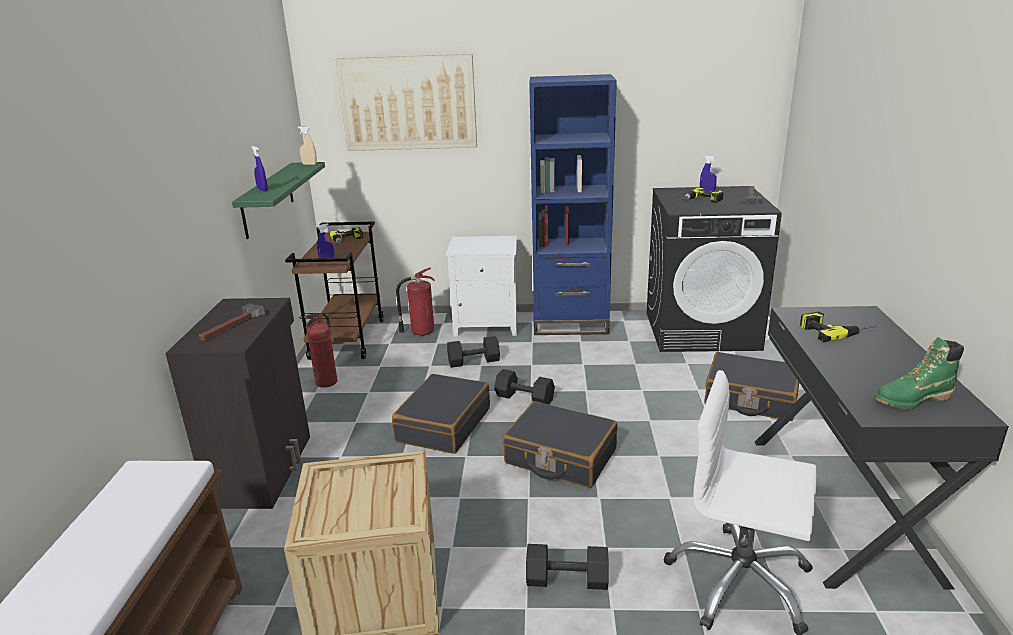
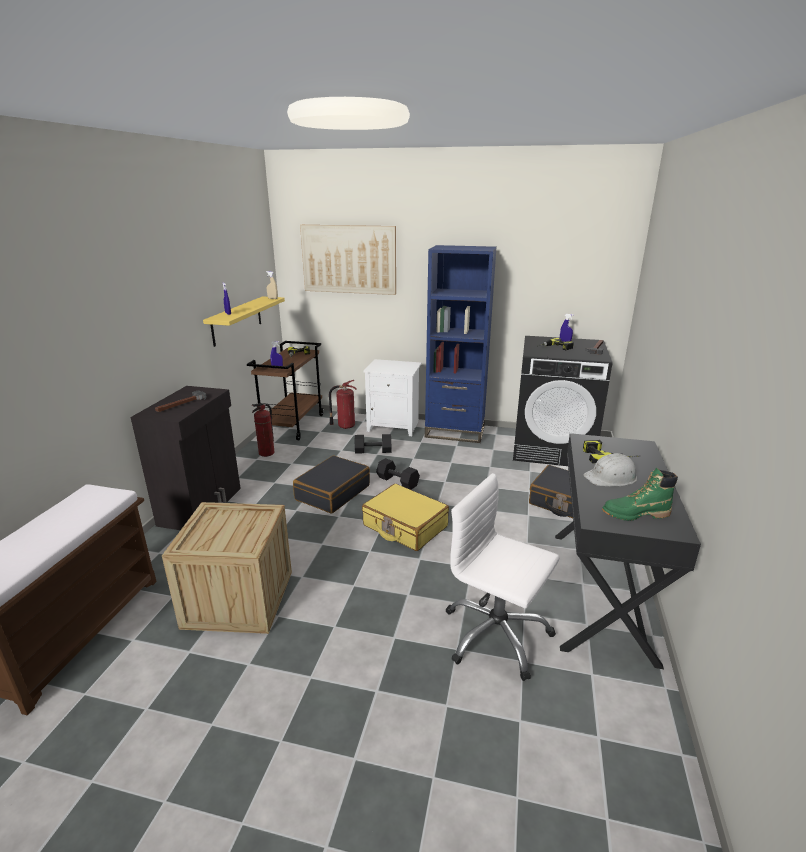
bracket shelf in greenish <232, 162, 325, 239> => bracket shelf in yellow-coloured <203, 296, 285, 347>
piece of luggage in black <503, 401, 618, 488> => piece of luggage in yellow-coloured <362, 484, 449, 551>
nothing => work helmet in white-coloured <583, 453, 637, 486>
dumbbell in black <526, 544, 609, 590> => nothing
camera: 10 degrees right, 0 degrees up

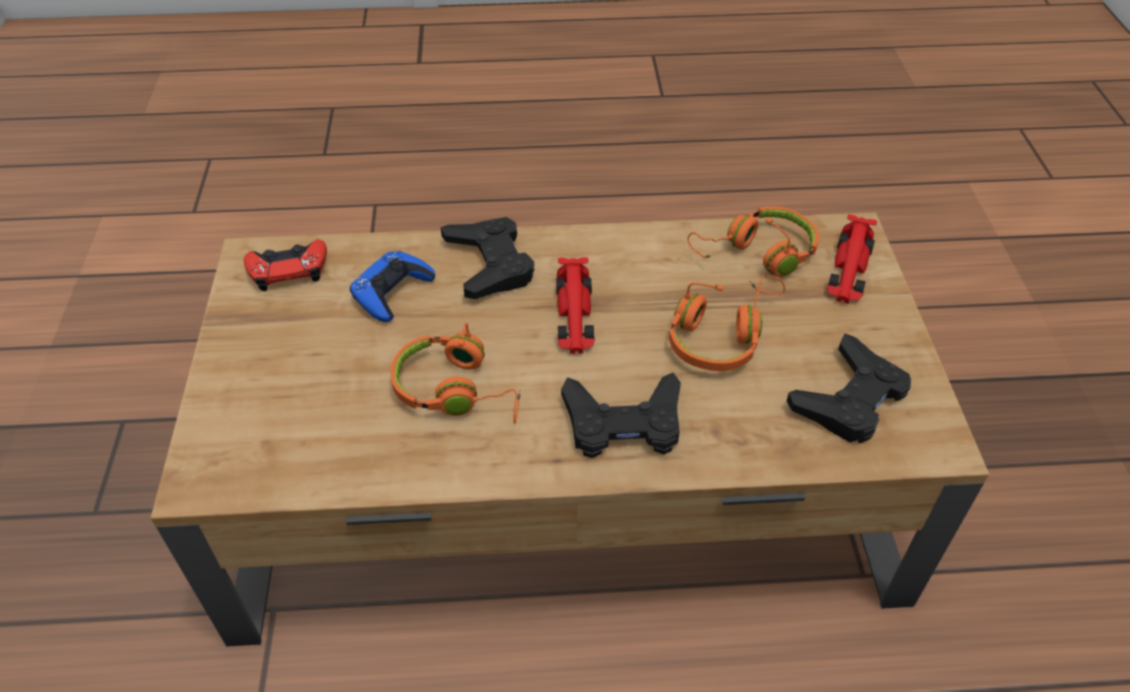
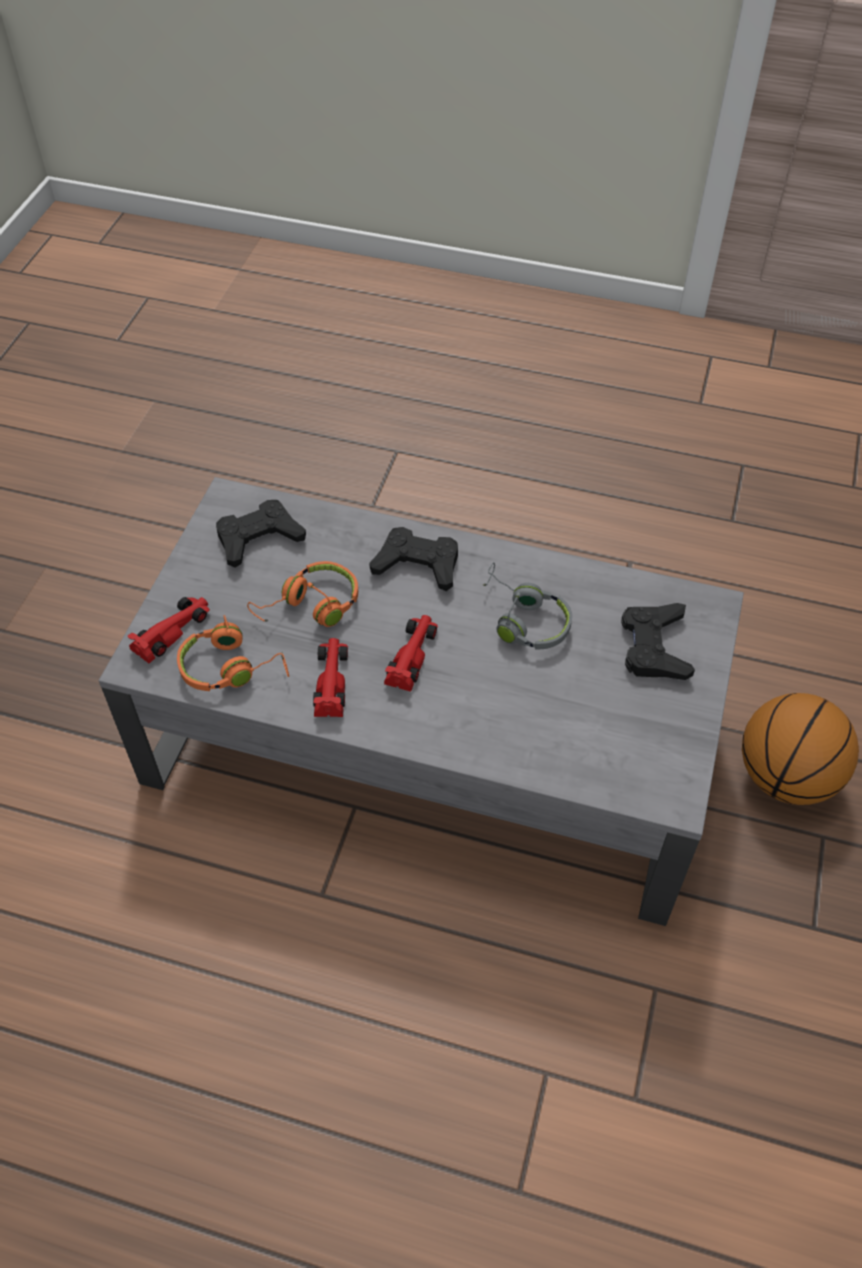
coffee table in brownish <151, 212, 989, 647> => coffee table in gray <99, 477, 744, 926>
nothing => model car in red <313, 638, 348, 717>
headset in orange-coloured <391, 322, 520, 423> => headset in gray <483, 562, 572, 649>
game controller in black <441, 217, 534, 299> => game controller in black <621, 603, 695, 680>, move
nothing => basketball ball <742, 693, 859, 805>
game controller in red <244, 239, 327, 291> => nothing
game controller in blue-coloured <350, 251, 435, 322> => nothing
camera: 160 degrees left, 5 degrees up

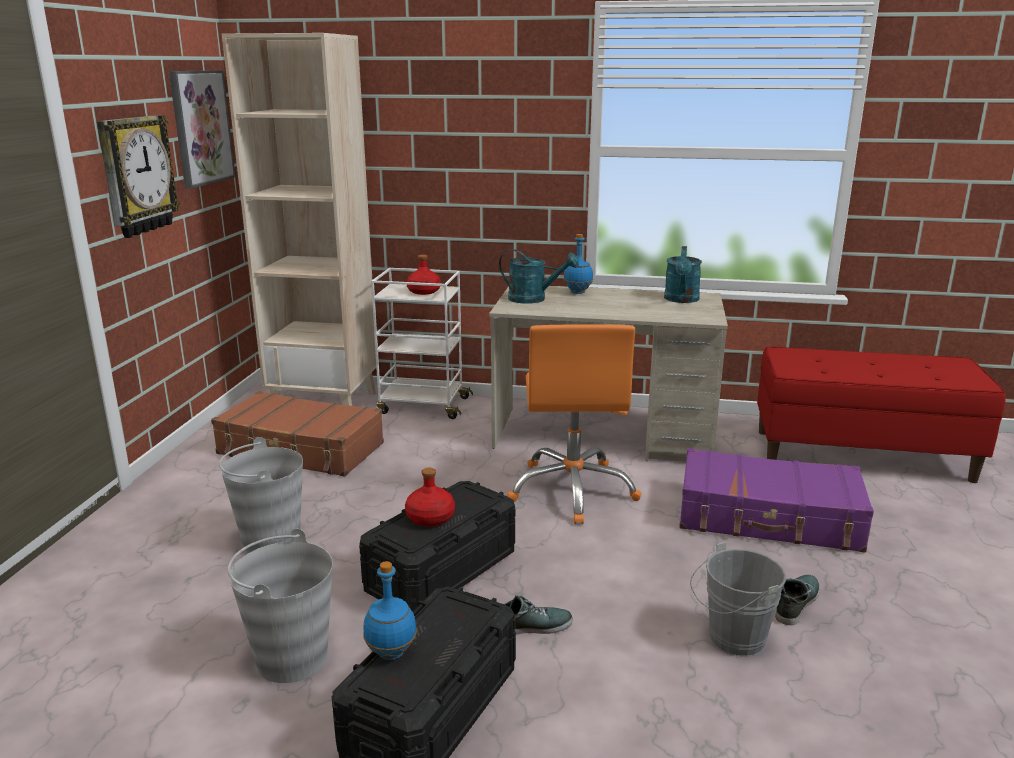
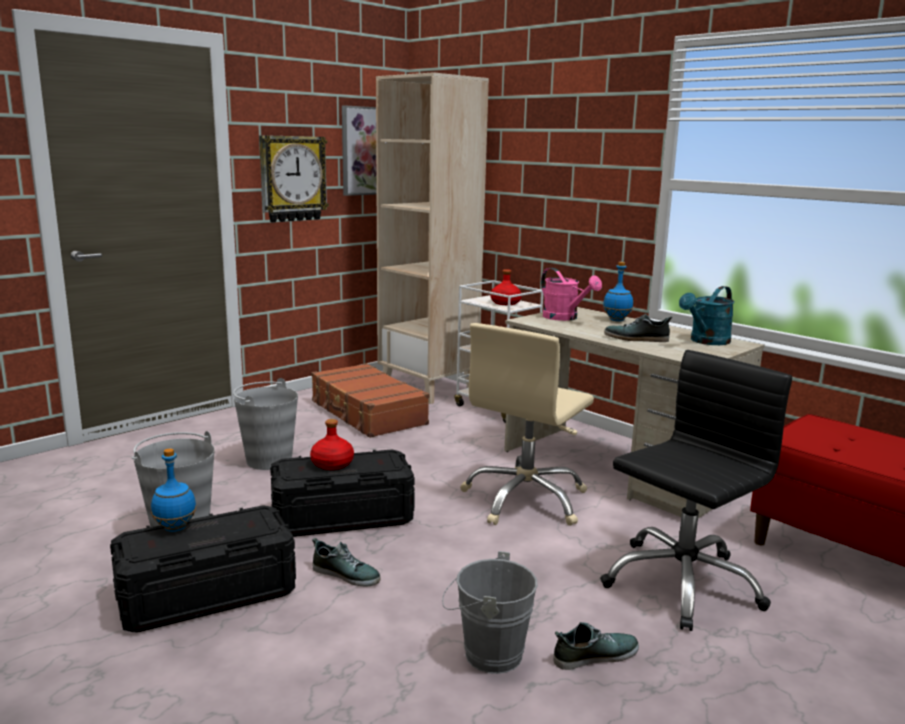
office chair in orange-coloured <507, 324, 641, 524> => office chair in sand-coloured <460, 323, 594, 526>
watering pot in turquoise <499, 249, 579, 304> => watering pot in pink <541, 268, 602, 321>
piece of luggage in purple <679, 448, 874, 553> => office chair in black <600, 350, 792, 631>
nothing => shoe <604, 314, 672, 342>
camera: 35 degrees right, 5 degrees down

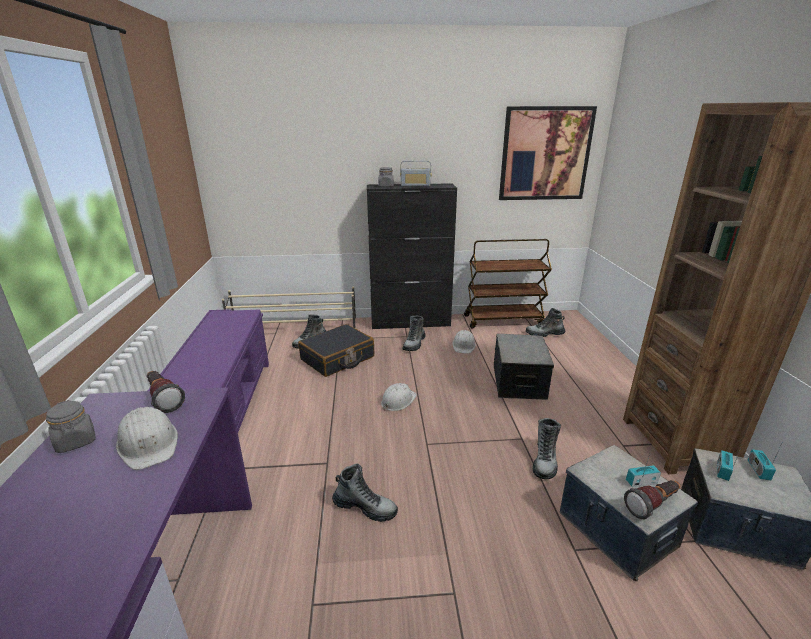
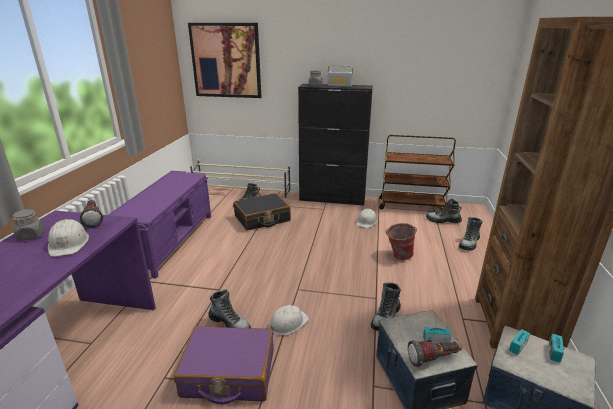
nothing => piece of luggage in purple <174, 326, 274, 404>
picture <499, 106, 597, 200> => picture <188, 23, 261, 98>, move
work helmet in white-coloured <381, 383, 417, 411> => work helmet in white-coloured <269, 305, 309, 335>, move
storage box <494, 334, 554, 400> => bucket <385, 223, 417, 260>
high-top boot <403, 315, 426, 351> => high-top boot <459, 217, 482, 251>, move
camera: 15 degrees right, 0 degrees up

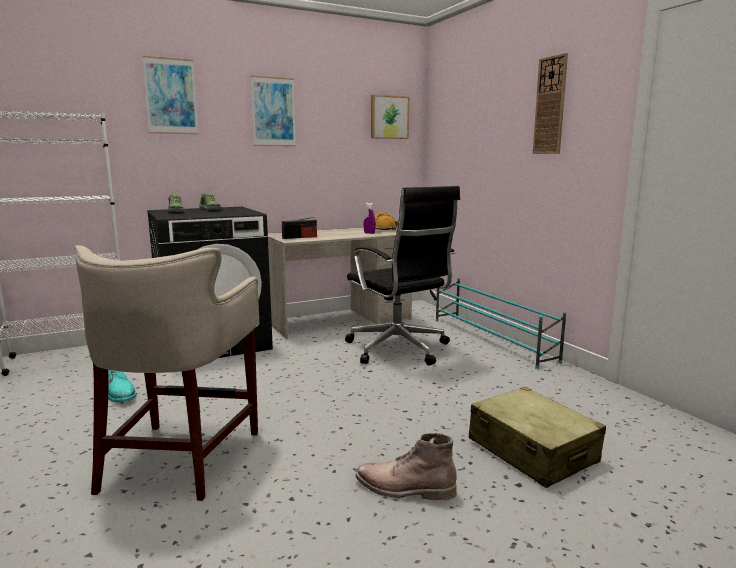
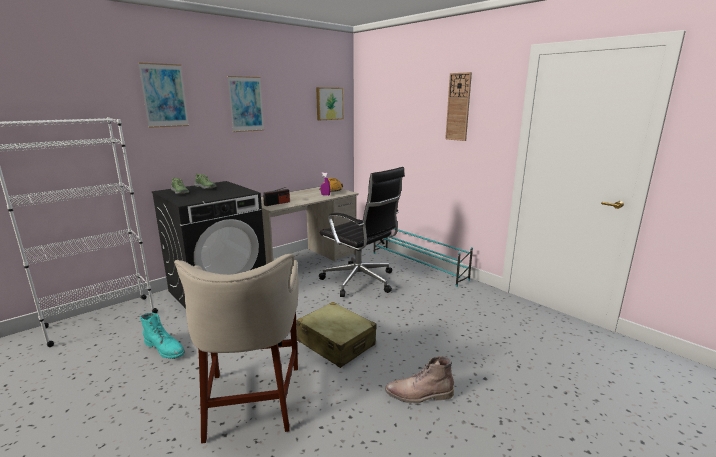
piece of luggage in sand-coloured <469, 386, 606, 488> => piece of luggage in sand-coloured <296, 302, 377, 368>, move
camera: 15 degrees left, 5 degrees up

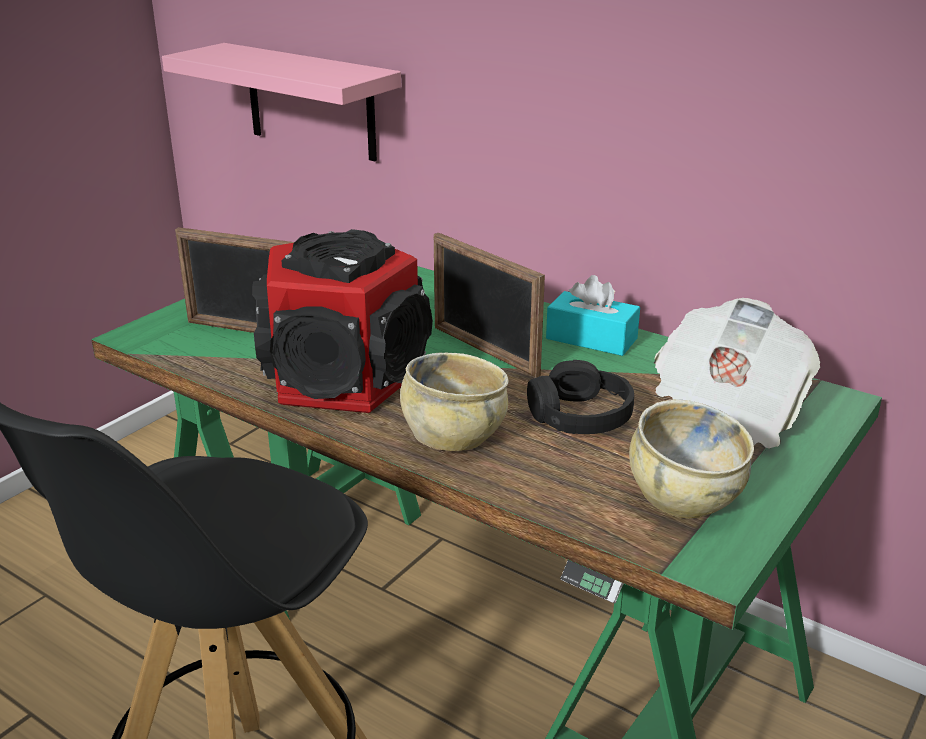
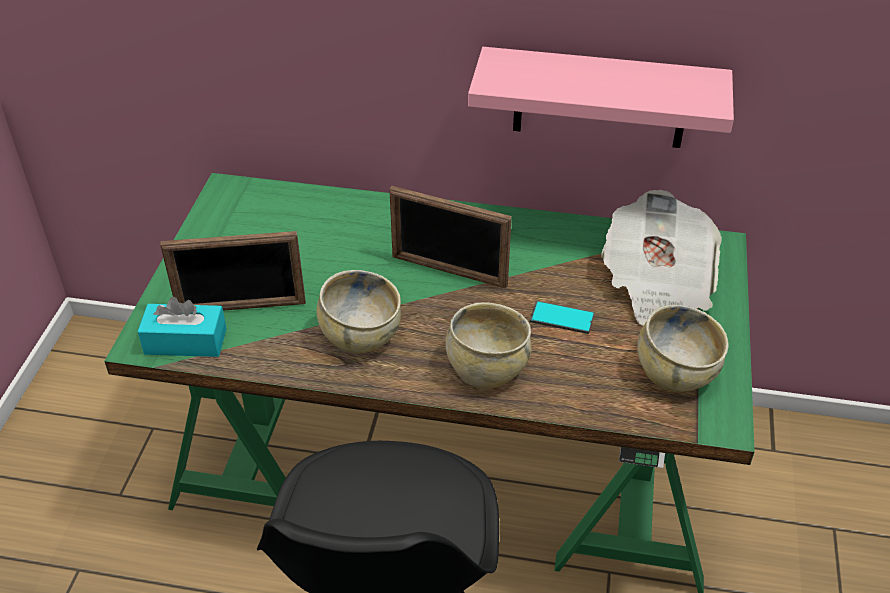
tissue box in turquoise <546, 275, 640, 356> => tissue box in turquoise <138, 297, 227, 357>, move
loudspeaker <252, 229, 433, 413> => deep dish in sand-coloured <317, 270, 401, 354>
bracket shelf in pink <162, 43, 401, 161> => bracket shelf in pink <468, 47, 734, 148>, move
headset in black <527, 360, 634, 434> => telephone <530, 301, 594, 334>
camera: 25 degrees left, 15 degrees up

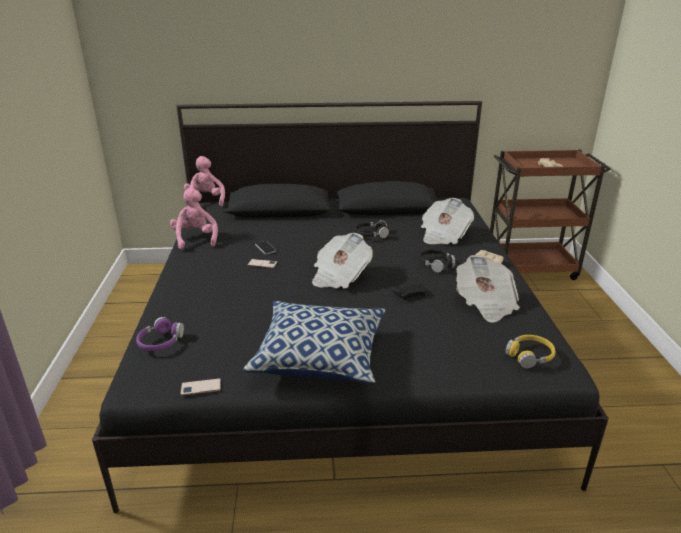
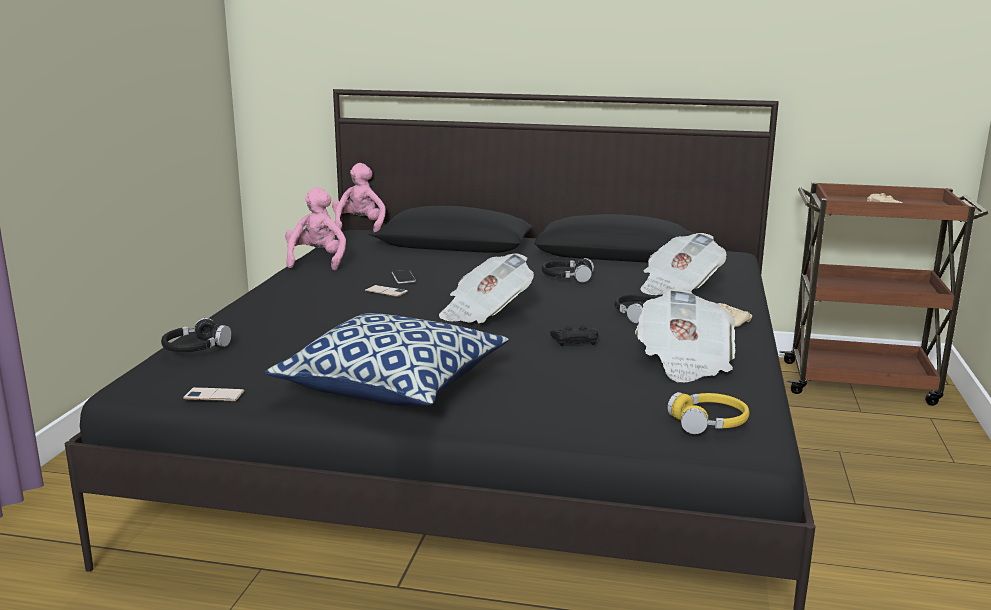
headset in purple <136, 317, 184, 351> => headset in black <161, 318, 231, 352>
camera: 15 degrees right, 10 degrees down

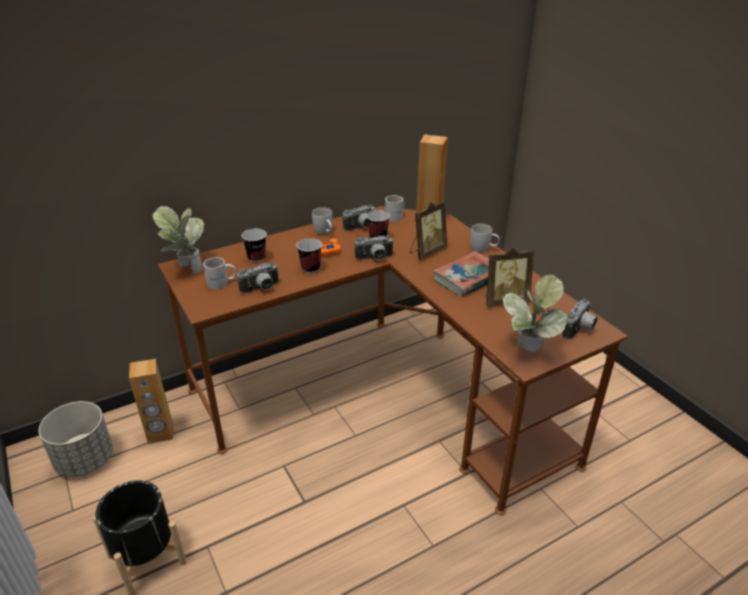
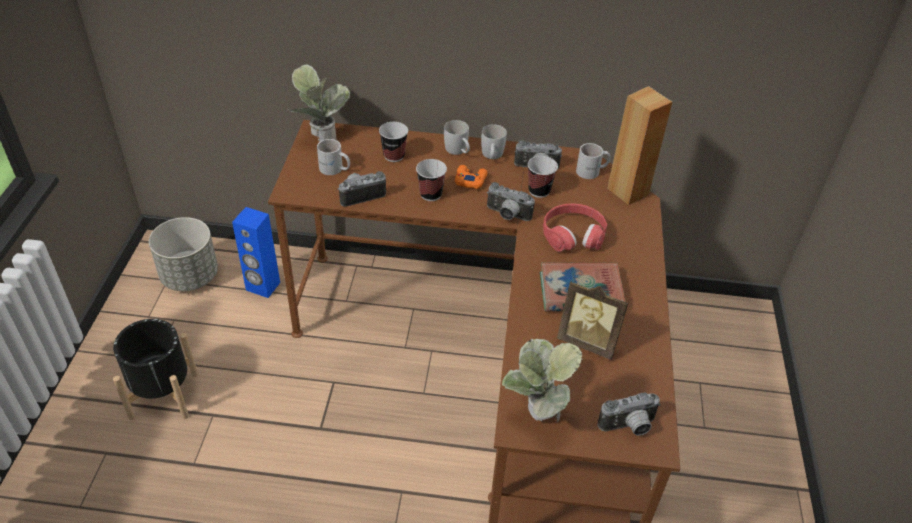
loudspeaker in brownish <129, 359, 173, 444> => loudspeaker in blue-coloured <232, 207, 280, 298>
still camera <237, 262, 279, 294> => still camera <338, 171, 386, 207>, 150 degrees clockwise
tea mug in white-coloured <471, 224, 500, 252> => tea mug in white-coloured <444, 120, 470, 155>, move
photo frame <410, 201, 447, 260> => headset in red <543, 203, 607, 252>
camera: 35 degrees right, 10 degrees up

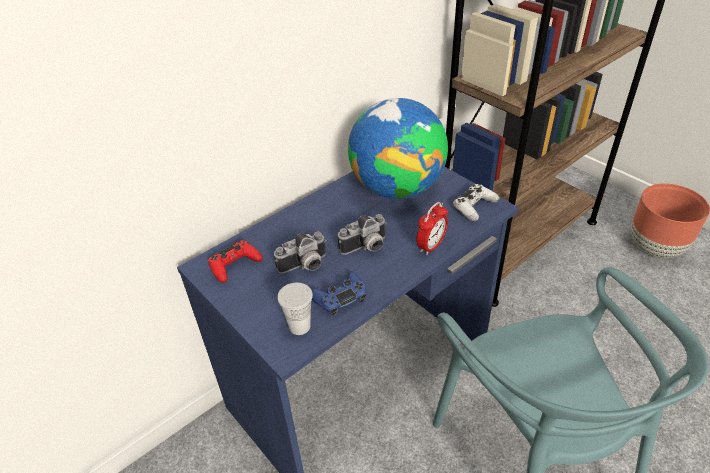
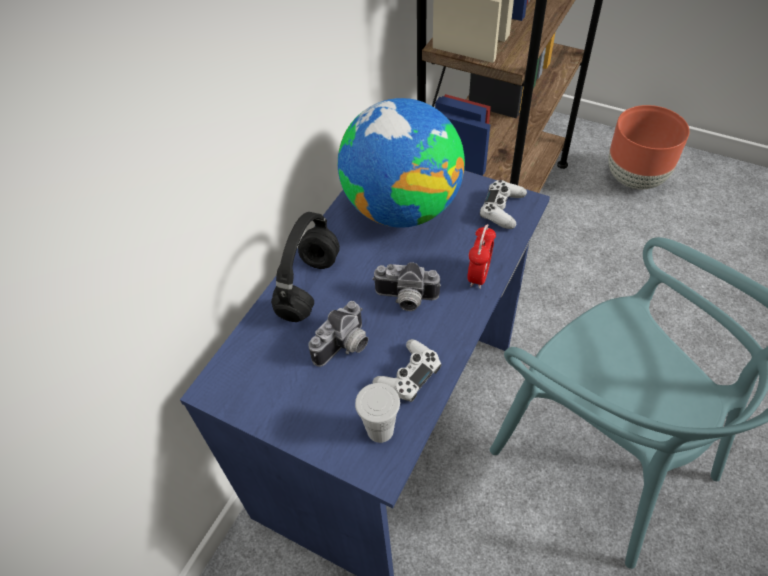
nothing => headset in black <271, 212, 340, 322>
still camera <338, 214, 387, 255> => still camera <372, 262, 441, 311>, 60 degrees clockwise
game controller in blue-coloured <312, 272, 367, 315> => game controller in white-coloured <372, 339, 442, 402>
game controller in red <208, 240, 263, 283> => nothing
camera: 20 degrees left, 10 degrees up

